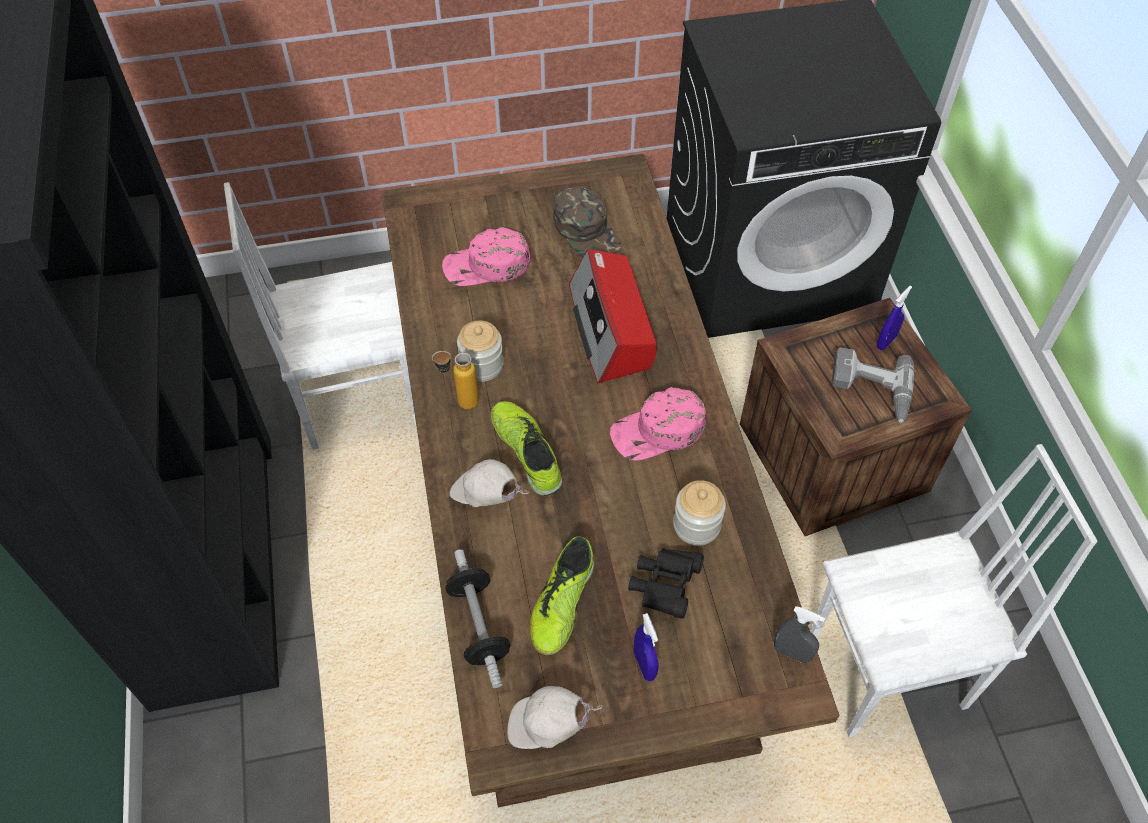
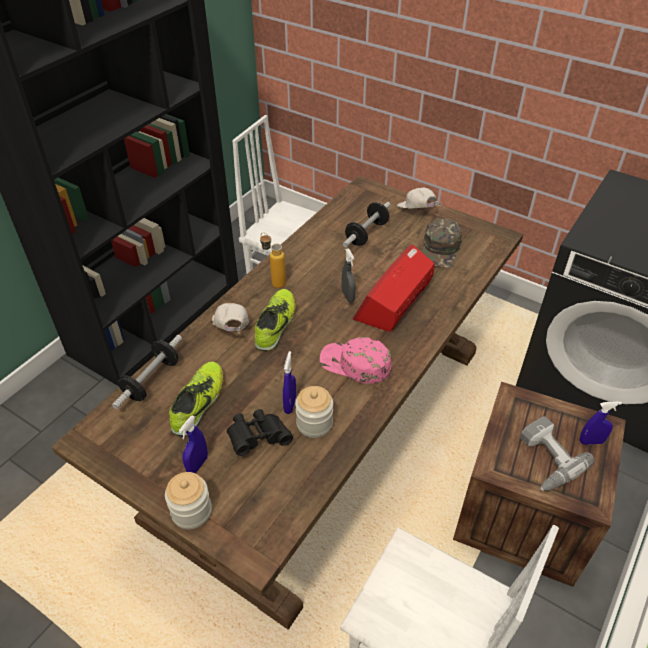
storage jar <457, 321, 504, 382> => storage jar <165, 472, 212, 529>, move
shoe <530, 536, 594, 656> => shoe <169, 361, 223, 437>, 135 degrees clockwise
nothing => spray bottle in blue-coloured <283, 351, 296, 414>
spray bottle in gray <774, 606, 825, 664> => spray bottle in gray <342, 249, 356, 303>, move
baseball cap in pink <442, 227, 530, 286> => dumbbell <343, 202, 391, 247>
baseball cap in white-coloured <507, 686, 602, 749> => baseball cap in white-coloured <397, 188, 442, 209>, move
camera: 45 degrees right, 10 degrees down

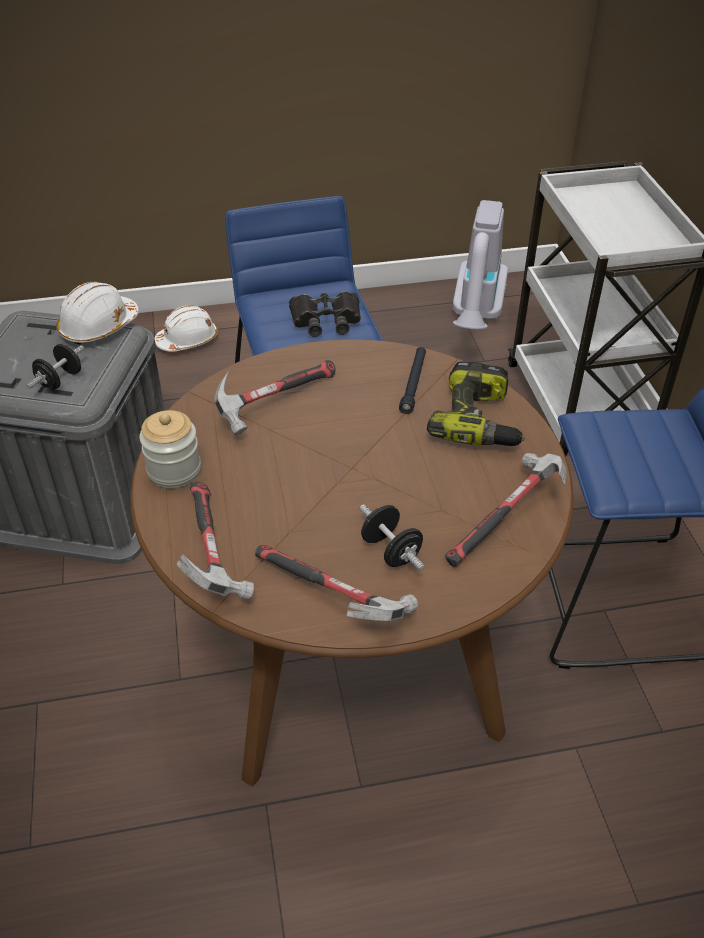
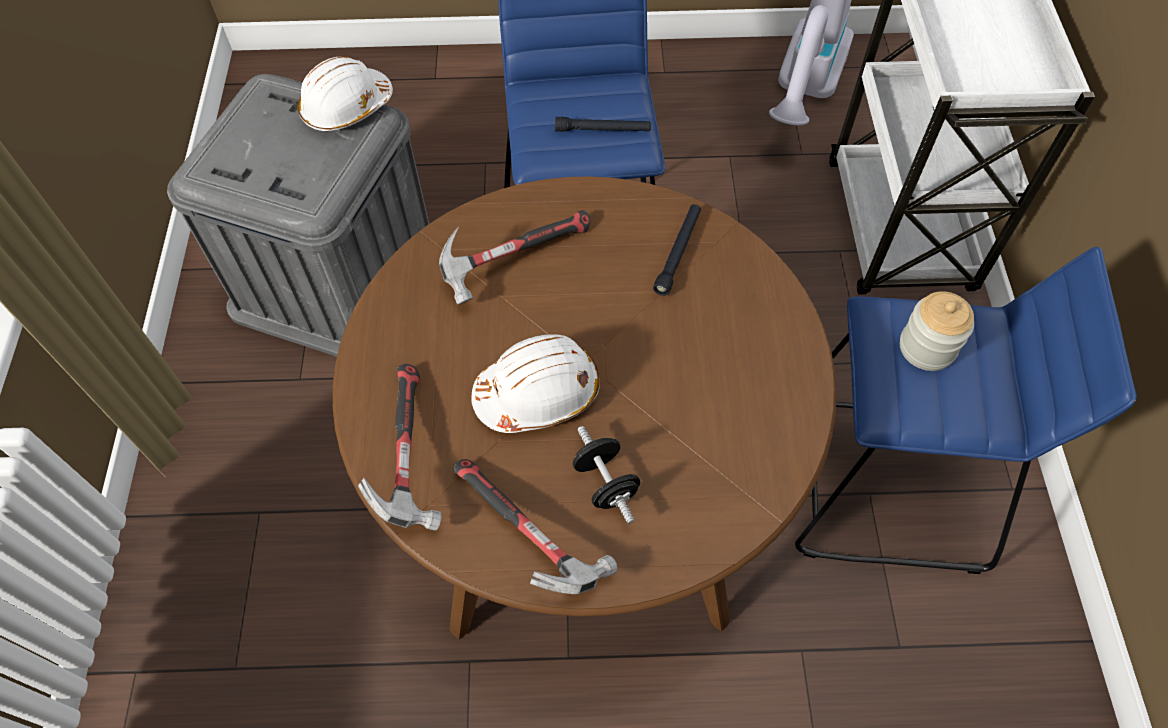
work helmet in white-coloured <155, 305, 218, 352> => work helmet in white-coloured <471, 334, 600, 433>, move
binoculars in black <289, 291, 361, 337> => hand torch in black <555, 117, 651, 132>
storage jar <139, 410, 201, 488> => storage jar <900, 291, 974, 371>, move
dumbbell in black <27, 344, 84, 390> => nothing
drill <427, 362, 525, 446> => nothing
hand hammer <445, 453, 567, 567> => nothing
camera: 10 degrees right, 15 degrees up

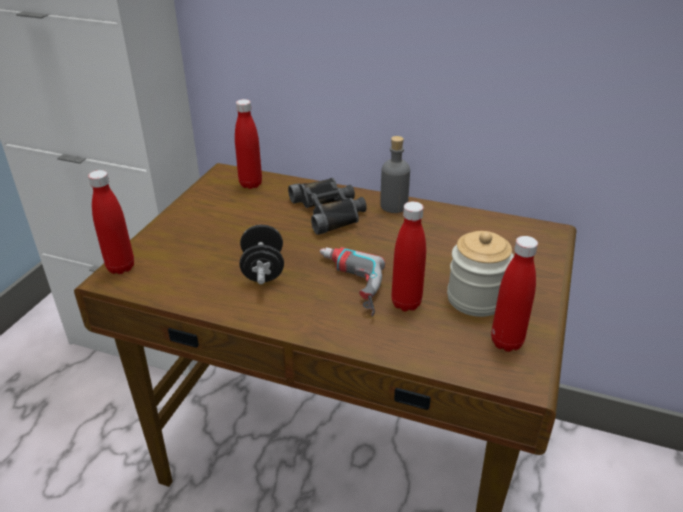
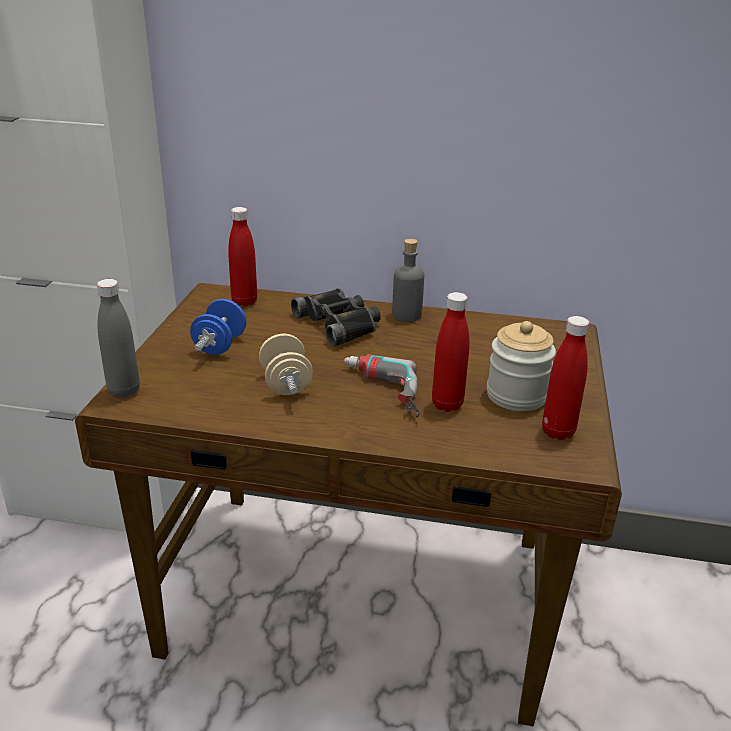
beverage bottle in red <88, 170, 134, 274> => beverage bottle in gray <97, 279, 140, 398>
nothing => dumbbell in blue-coloured <190, 299, 246, 355>
dumbbell in black <239, 225, 284, 284> => dumbbell in sand-coloured <259, 334, 313, 395>
camera: 10 degrees left, 5 degrees down

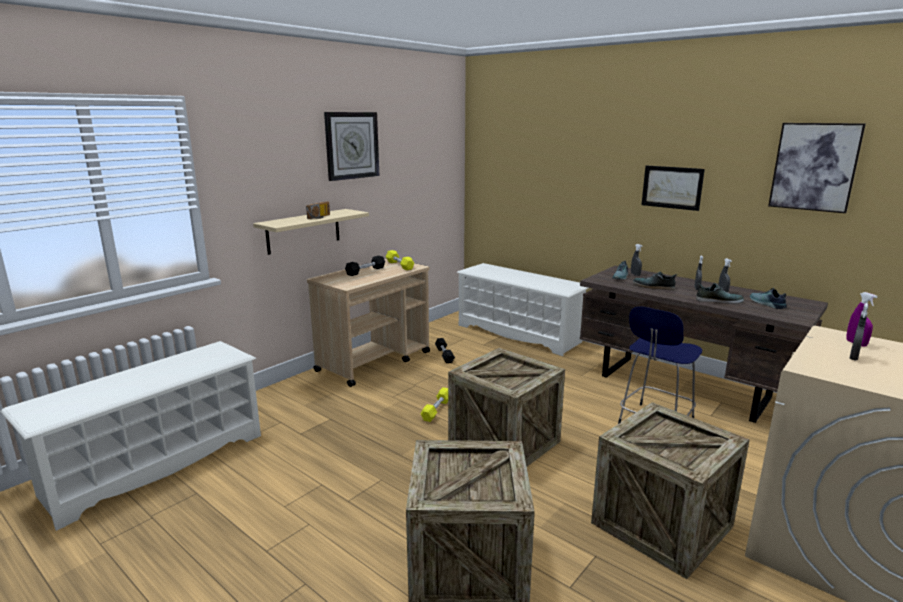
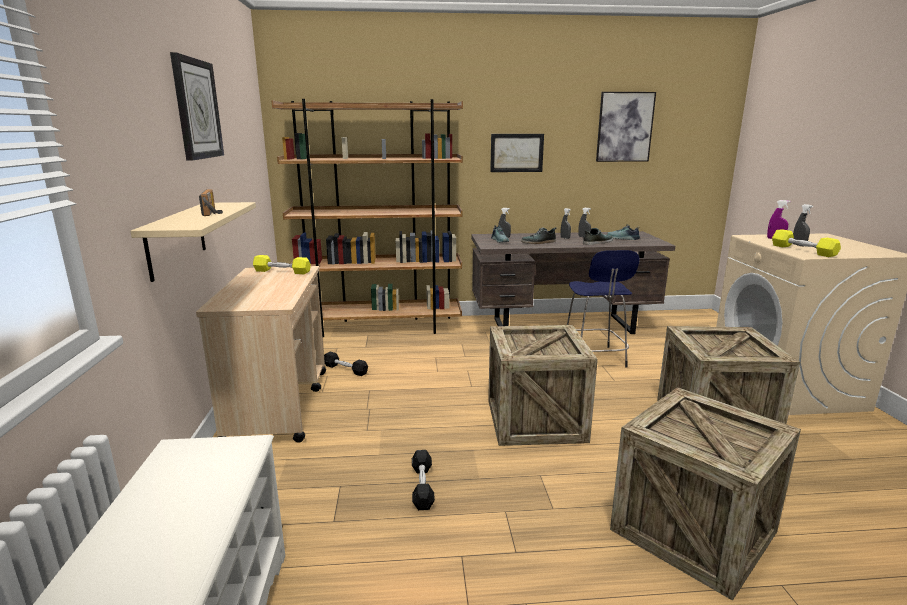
shoe stand in white-coloured <456, 263, 588, 356> => bookshelf in brownish <272, 99, 463, 337>
dumbbell in black <345, 256, 385, 276> => dumbbell in black <412, 450, 435, 510>, move
dumbbell in yellow-coloured <420, 387, 448, 422> => dumbbell in yellow-coloured <772, 229, 841, 257>, move
camera: 45 degrees left, 0 degrees up

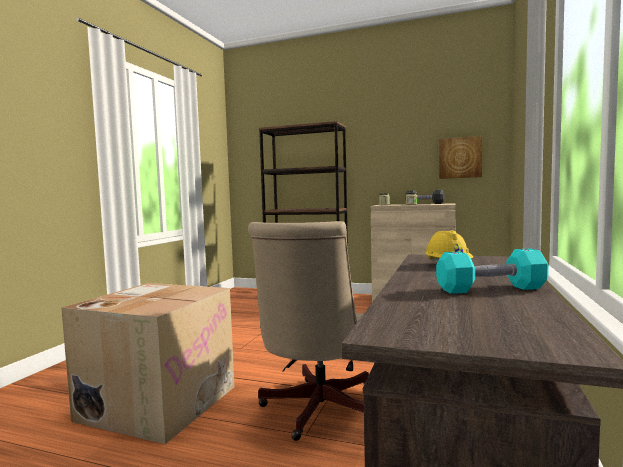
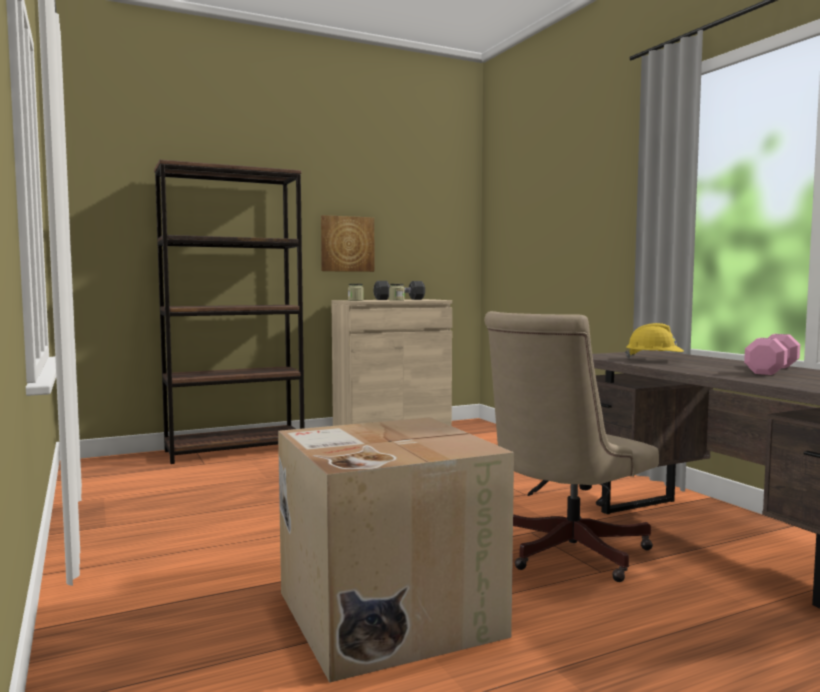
picture <439, 136, 482, 179> => picture <321, 215, 374, 272>, move
office chair in sand-coloured <248, 221, 369, 441> => office chair in sand-coloured <484, 311, 659, 582>, 75 degrees clockwise
dumbbell in turquoise <436, 249, 549, 294> => dumbbell in pink <744, 334, 800, 375>
camera: 45 degrees left, 0 degrees up

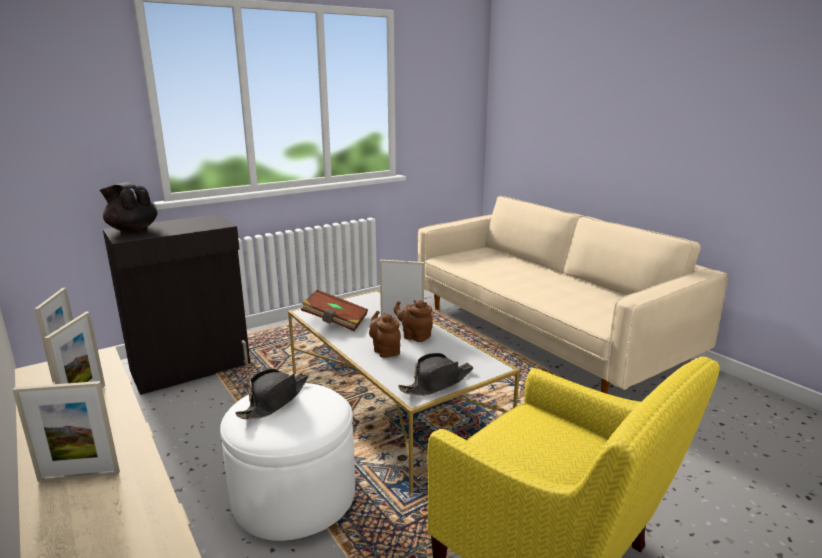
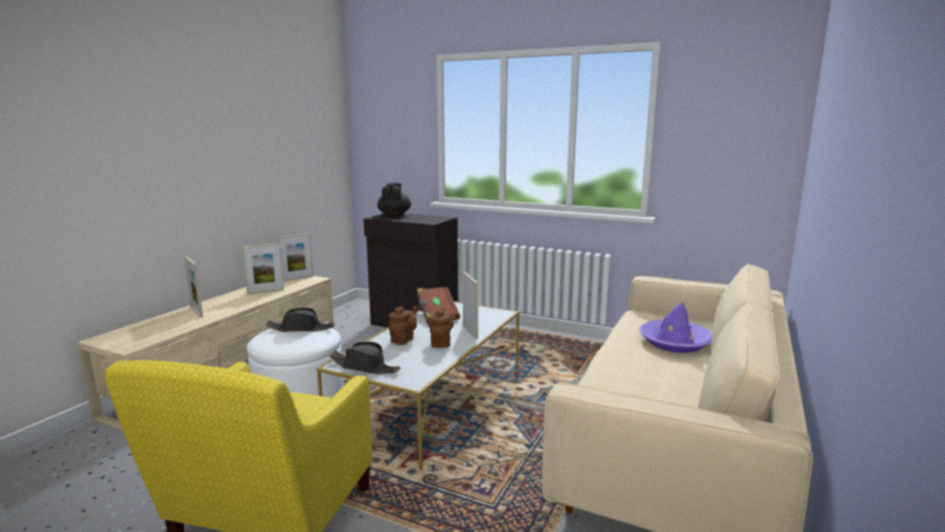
nothing => clothing hat in purple <639, 302, 712, 353>
camera: 60 degrees right, 5 degrees down

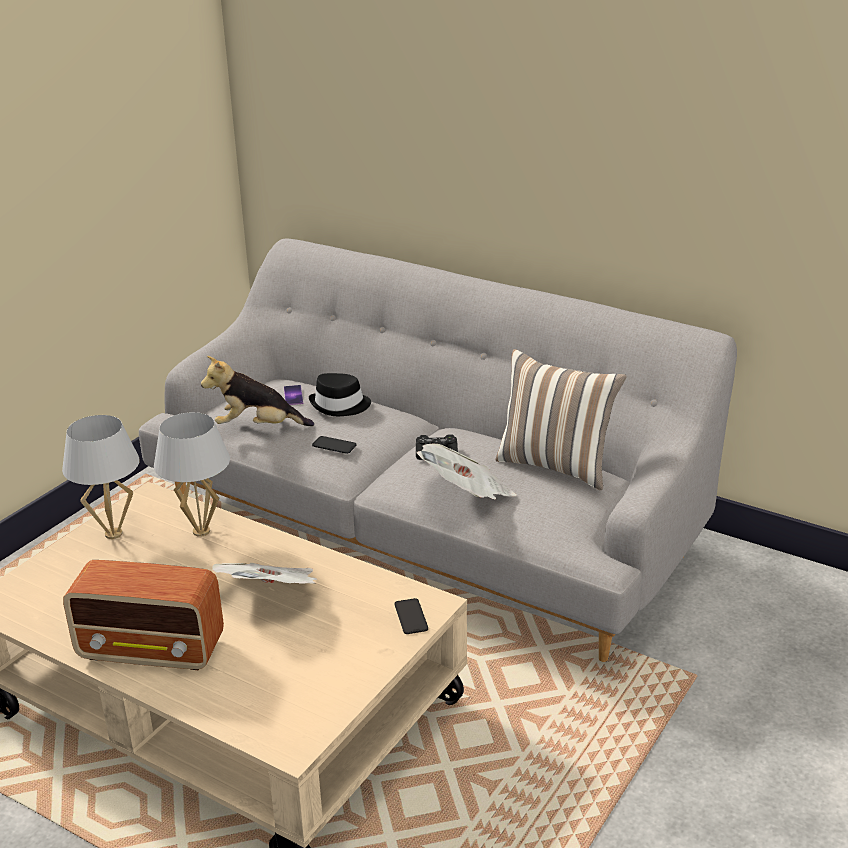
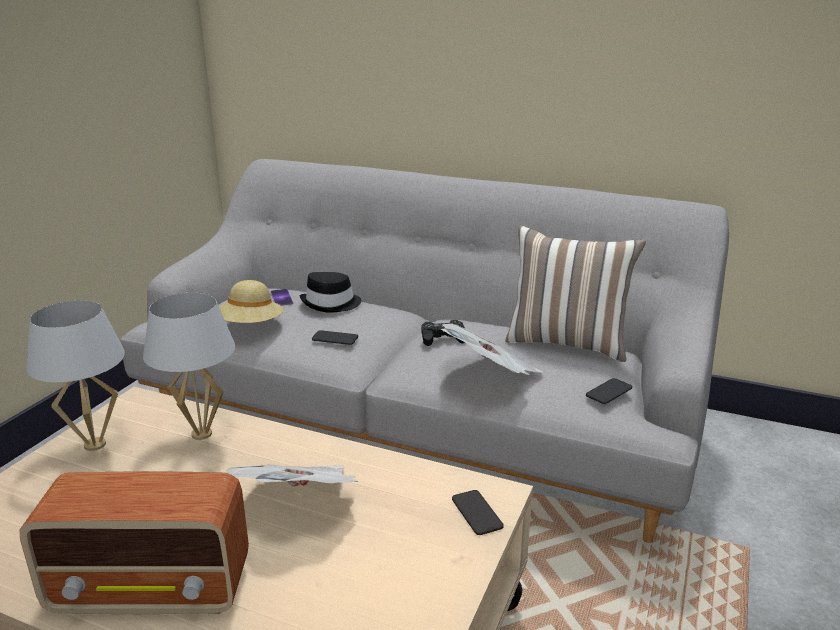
soft toy <201, 356, 314, 426> => clothing hat in sand-coloured <219, 280, 284, 323>
nothing => telephone <586, 378, 632, 404>
camera: 10 degrees left, 5 degrees down

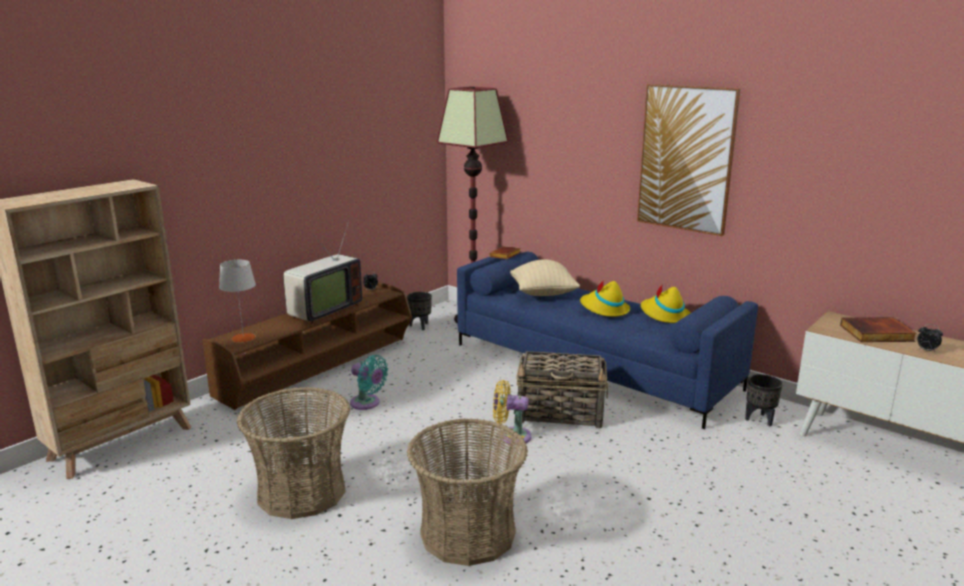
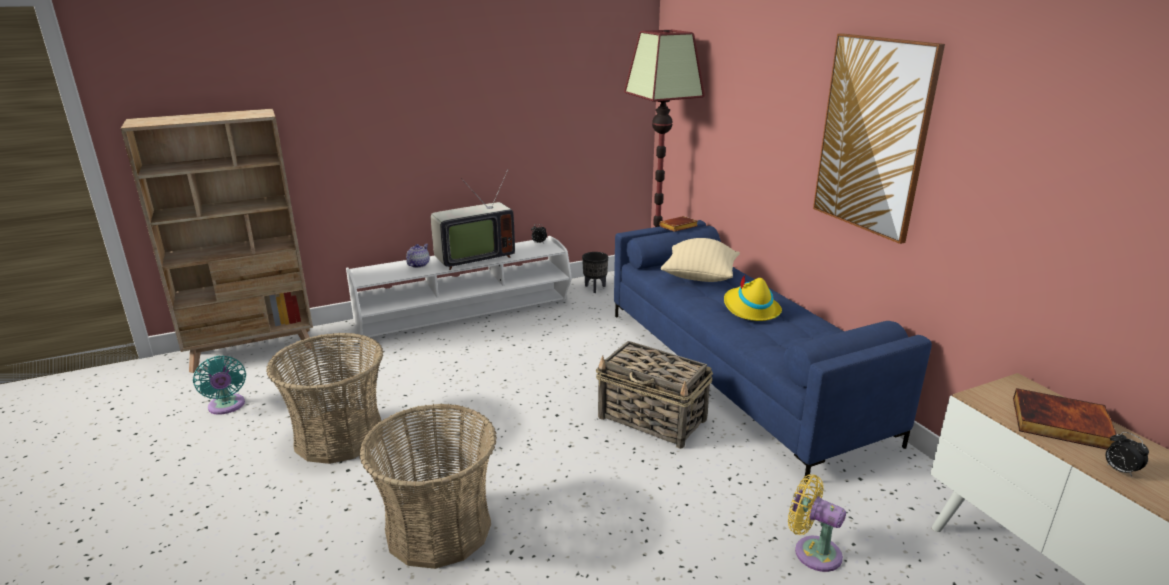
electric fan in turquoise <350, 355, 388, 410> => electric fan in turquoise <193, 355, 246, 415>, move
media console in brownish <202, 283, 412, 410> => media console in white-coloured <346, 236, 572, 337>
nothing => tea pot <406, 244, 430, 268>
electric fan in yellow-coloured <493, 380, 532, 445> => electric fan in yellow-coloured <788, 474, 846, 572>, move
lamp for a table in gray <219, 260, 256, 342> => nothing
clothing hat in yellow-coloured <641, 284, 691, 323> => nothing
flower pot in black <745, 374, 783, 426> => nothing
camera: 25 degrees right, 5 degrees up

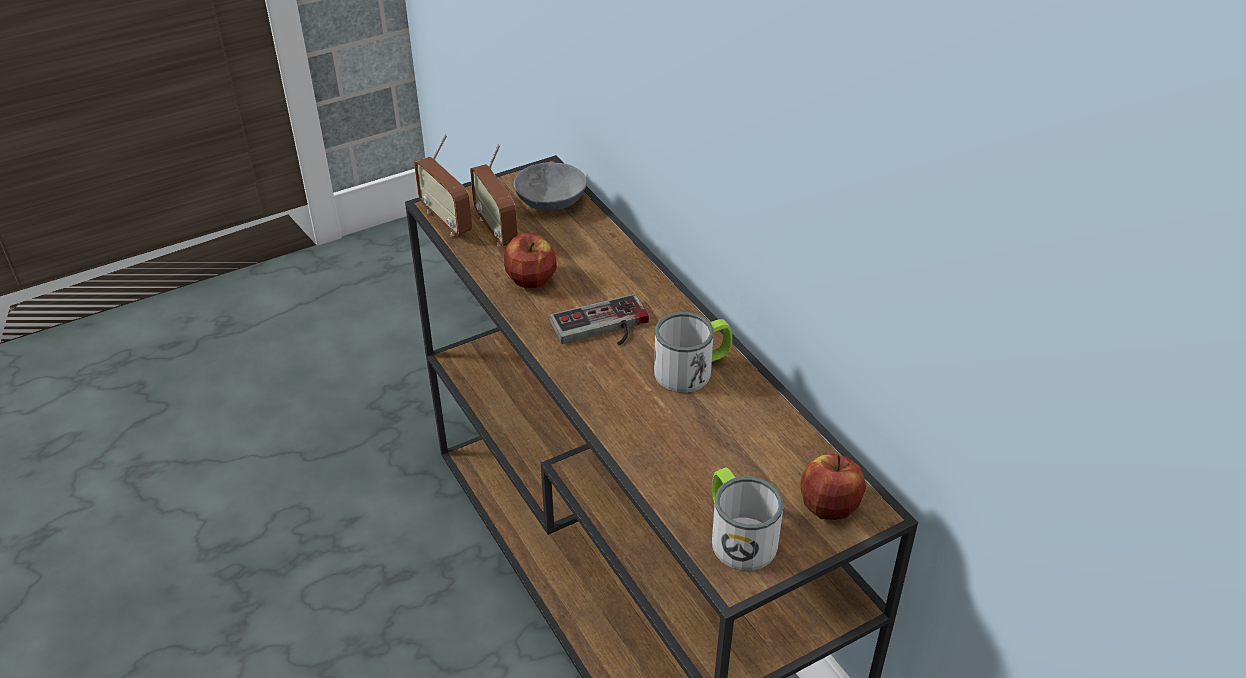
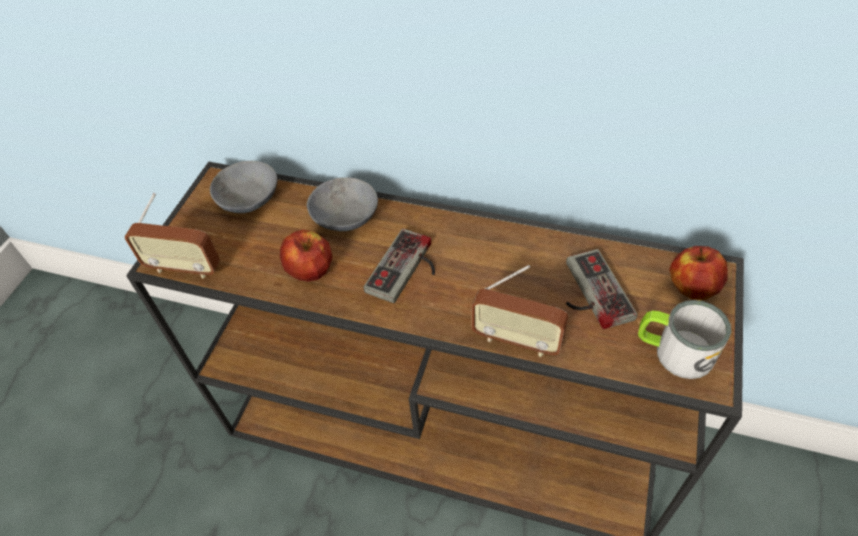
nothing => deep dish in gray <307, 177, 378, 231>
radio set <470, 143, 518, 247> => radio set <472, 265, 568, 357>, move
nothing => game controller <566, 249, 637, 329>
tea mug <654, 312, 732, 393> => nothing
camera: 40 degrees left, 10 degrees up

